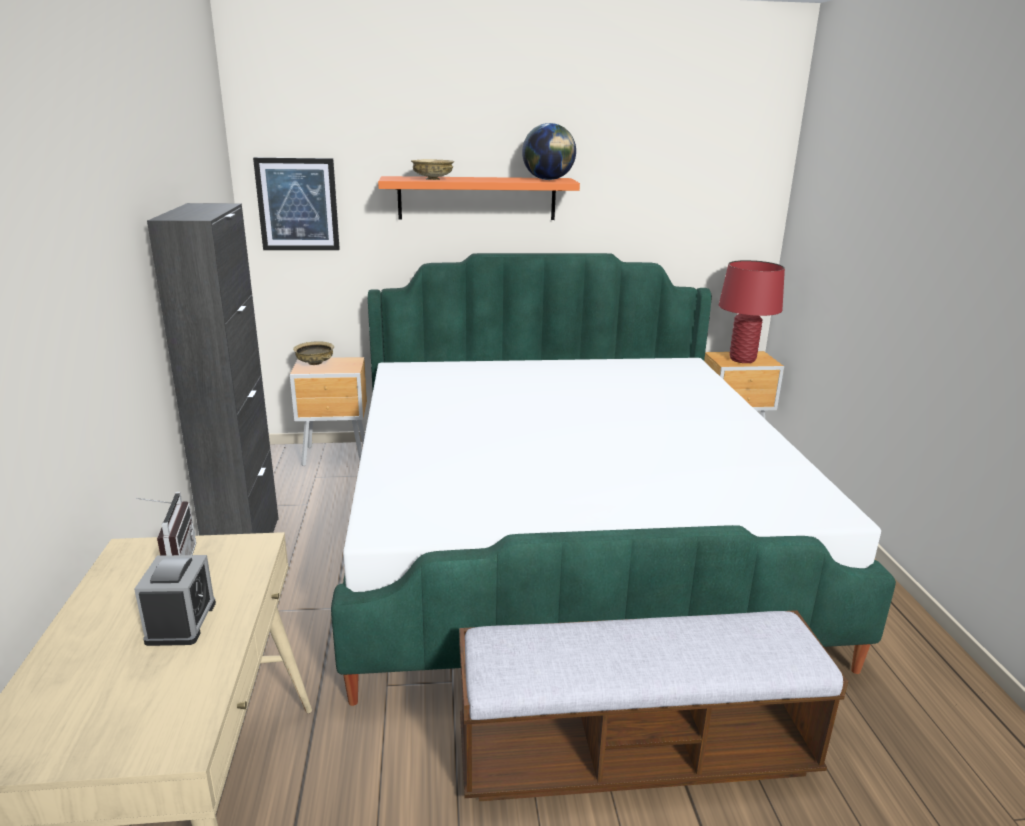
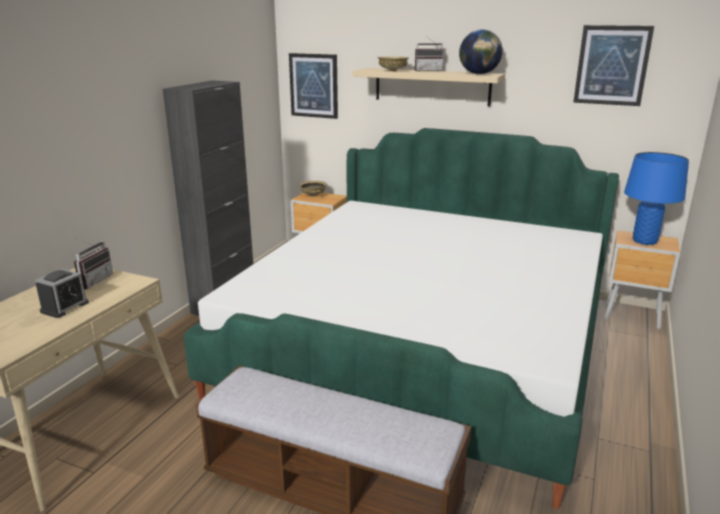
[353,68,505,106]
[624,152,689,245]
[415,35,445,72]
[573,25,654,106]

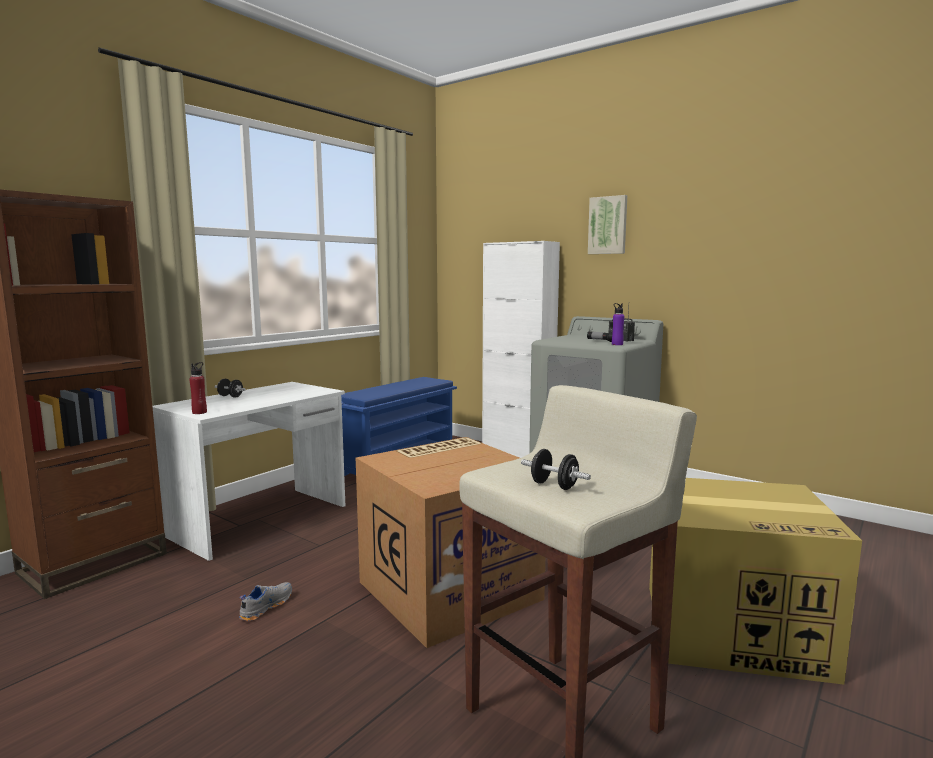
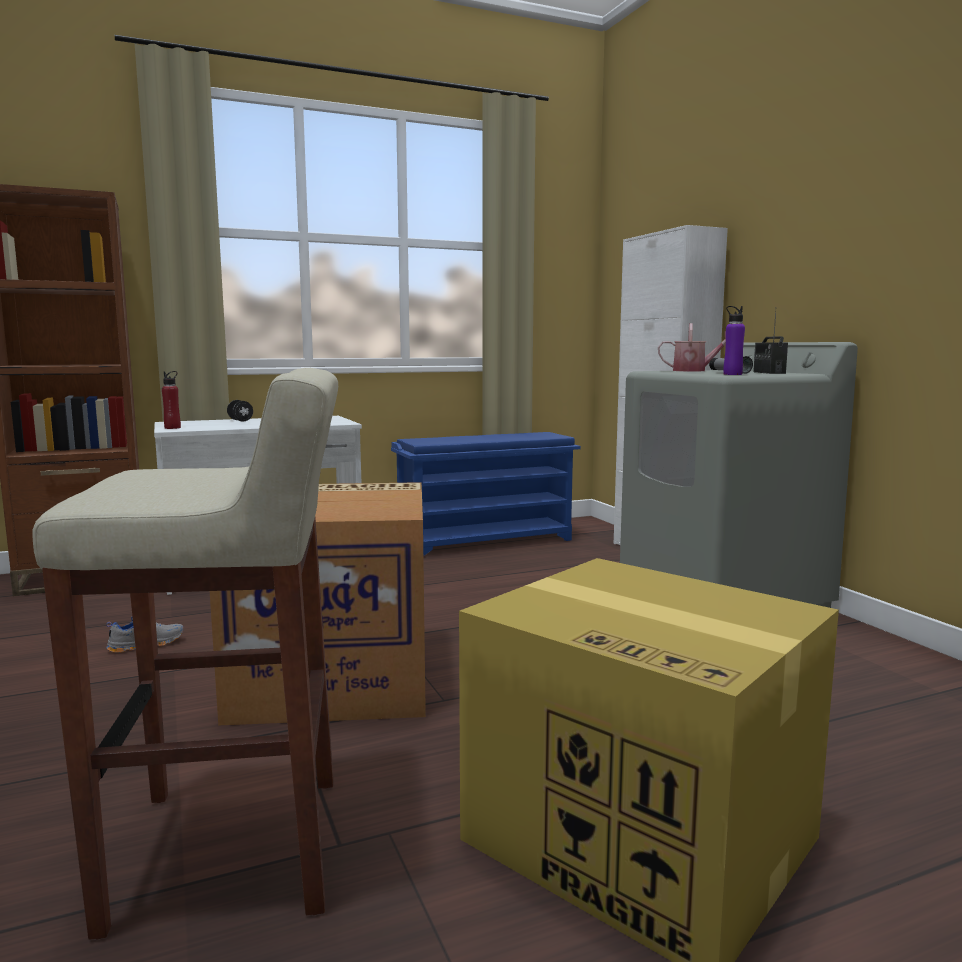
[521,449,591,490] (first image)
[588,195,627,254] (first image)
[658,323,726,371]

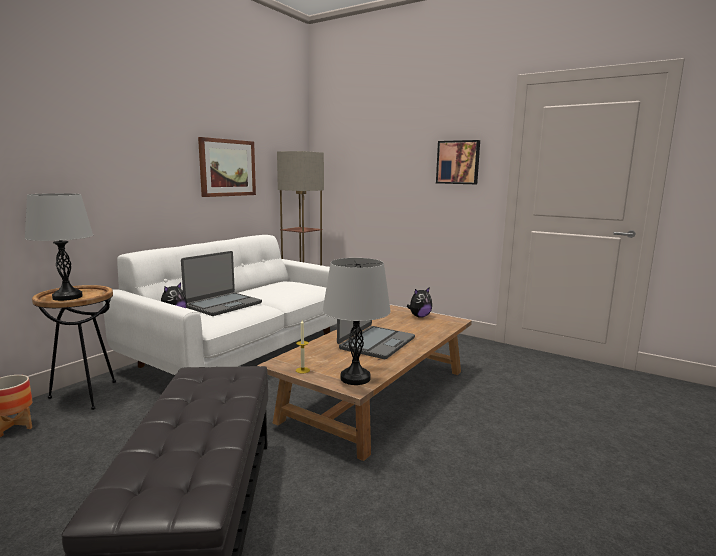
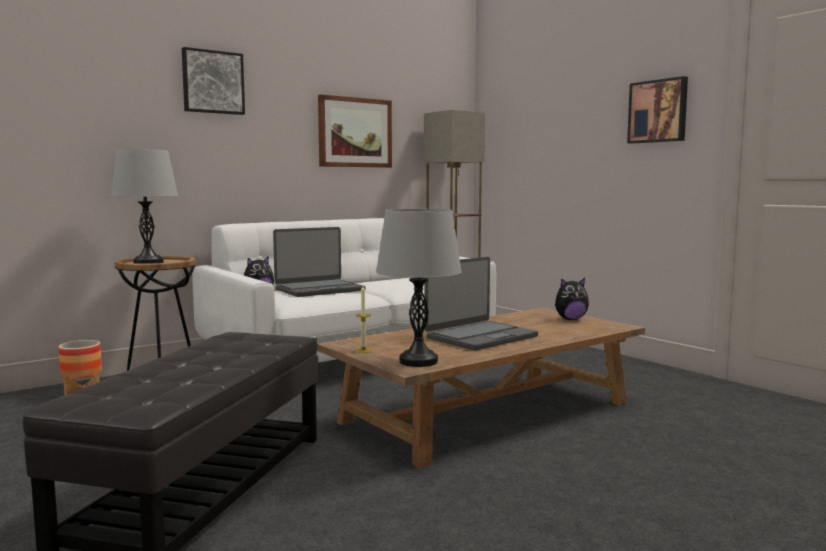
[182,47,245,115]

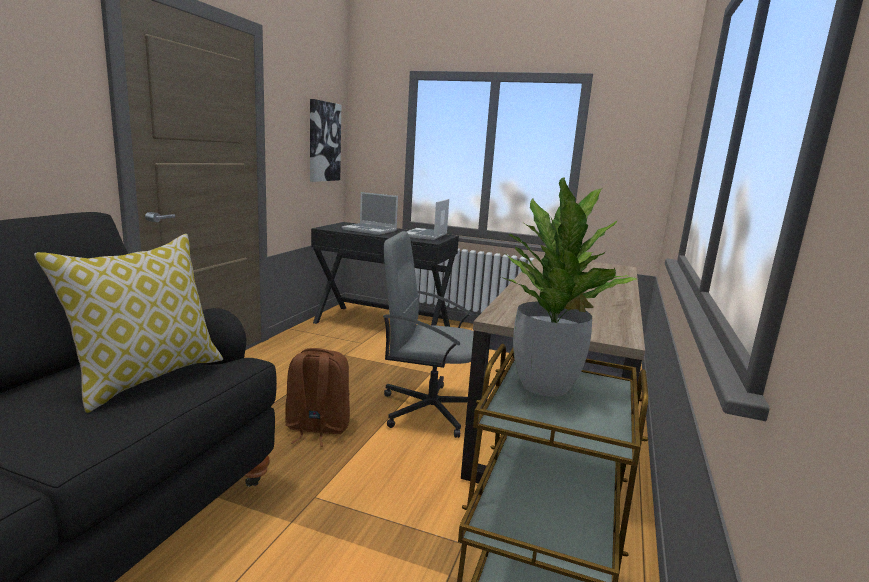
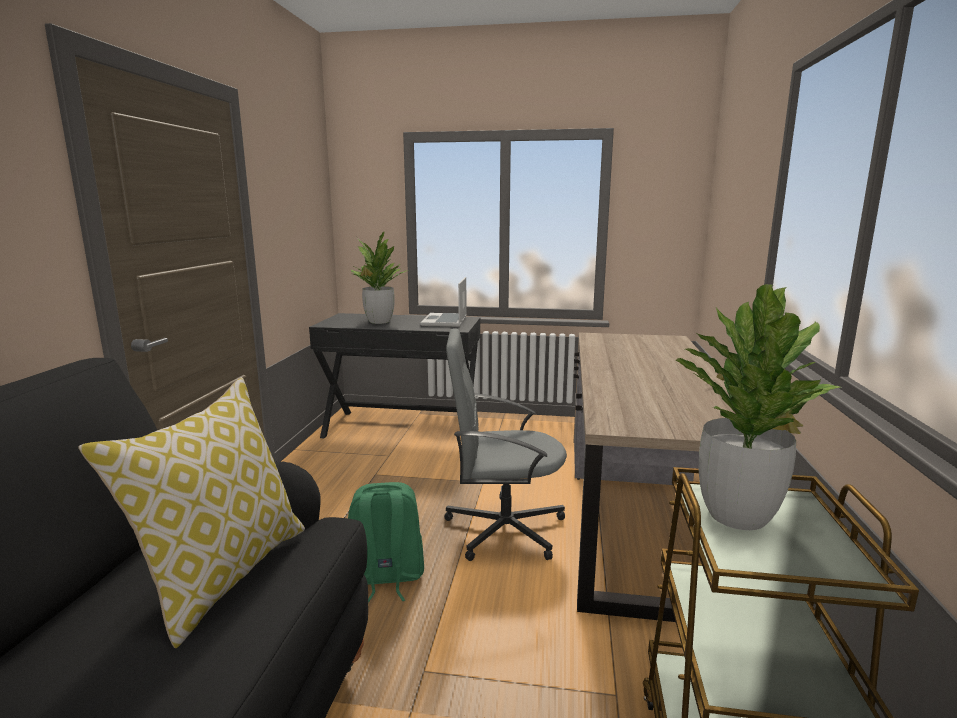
[348,482,424,603]
[310,99,341,182] (first image)
[351,231,408,324]

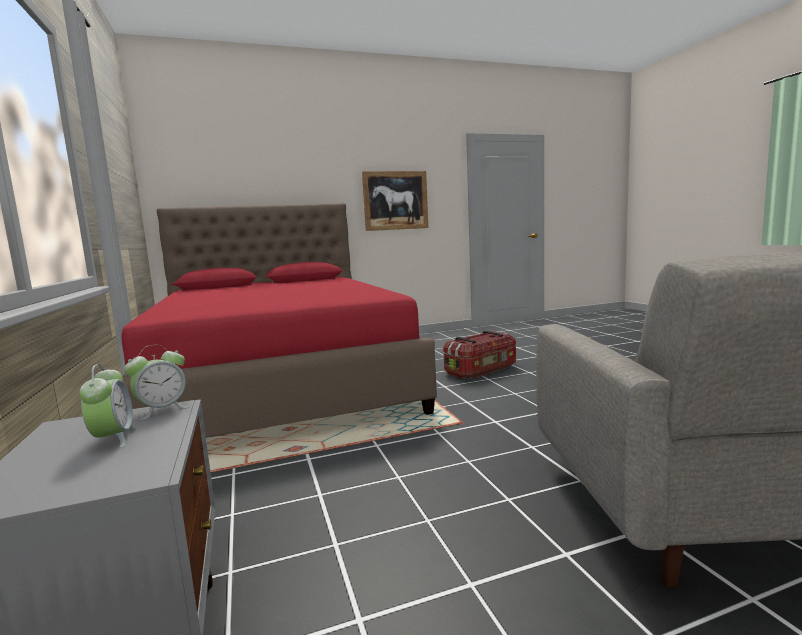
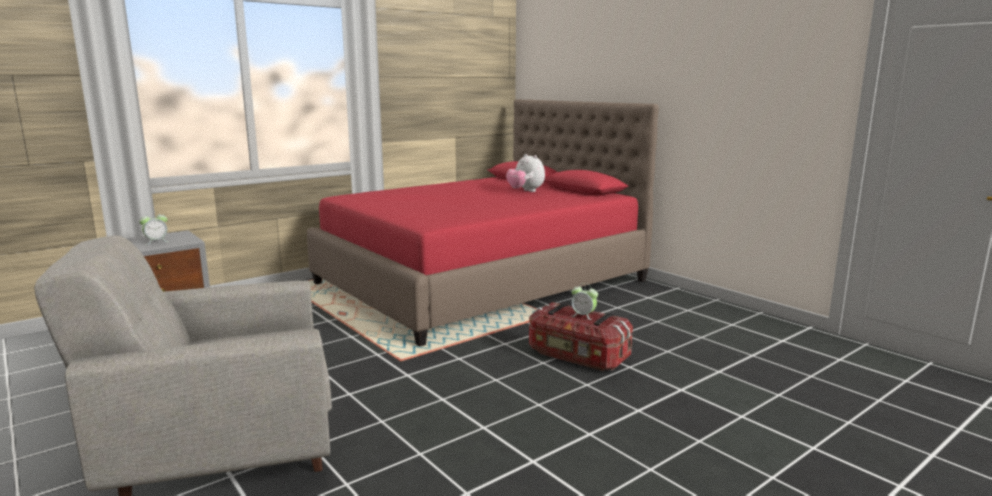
[571,283,598,320]
[362,171,428,231] (first image)
[506,154,545,192]

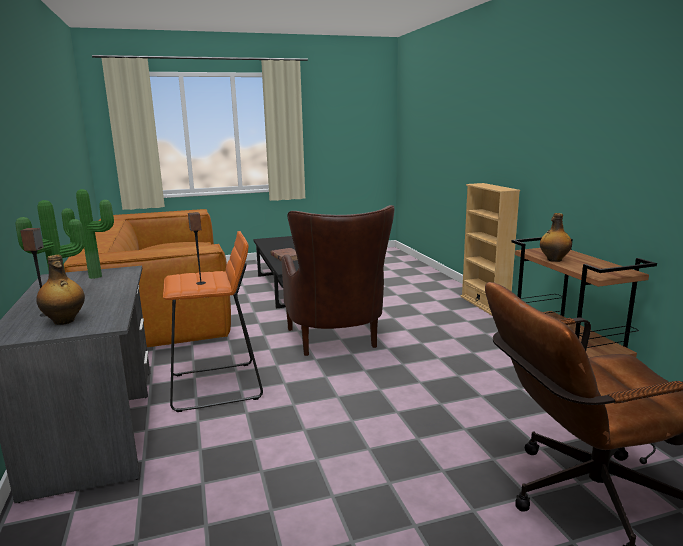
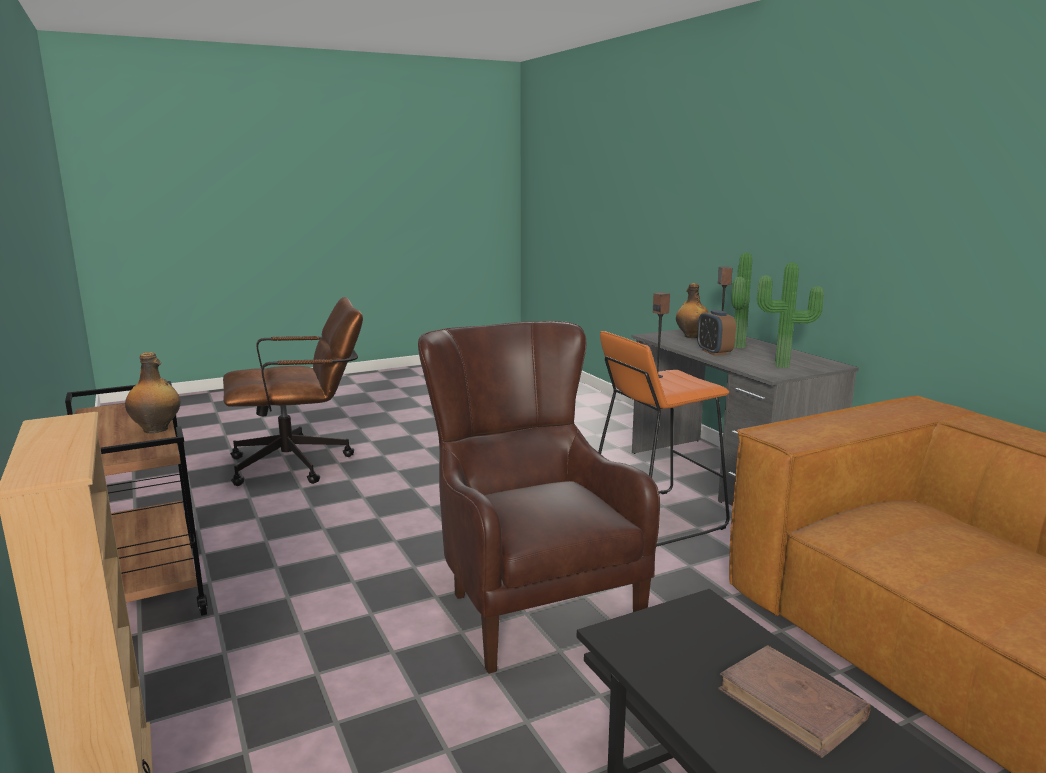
[697,310,736,356]

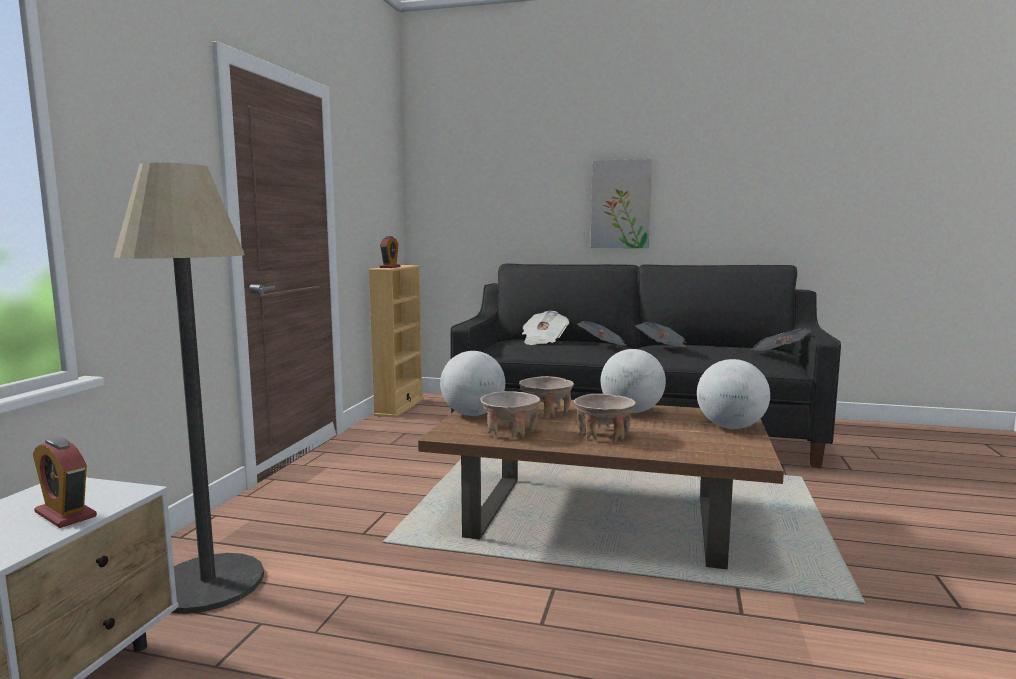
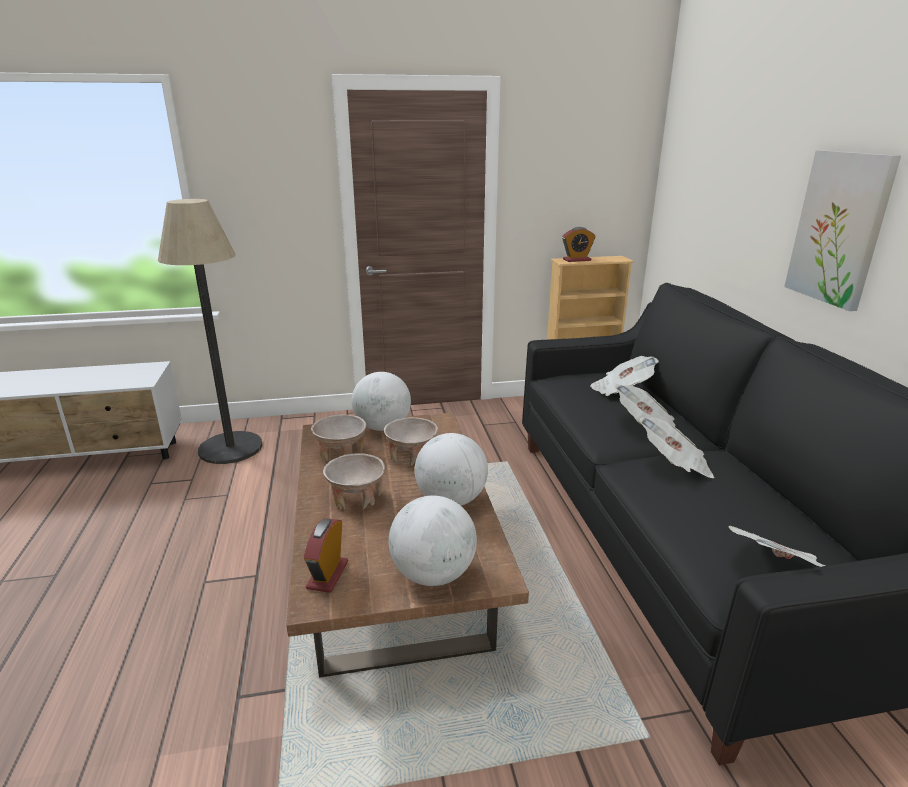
[304,518,348,593]

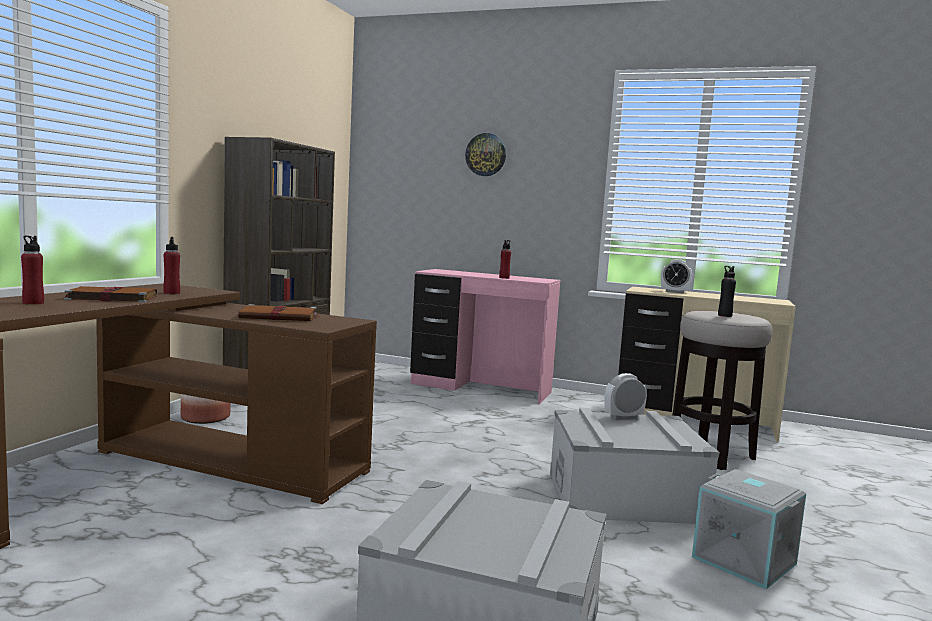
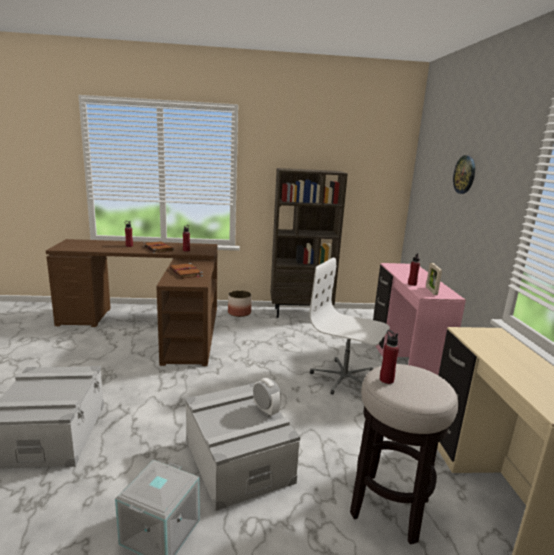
[661,259,692,294] (first image)
[380,330,399,384]
[309,257,390,395]
[426,263,442,295]

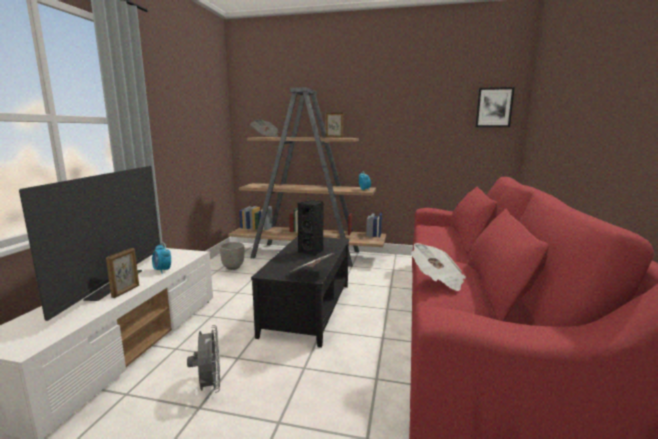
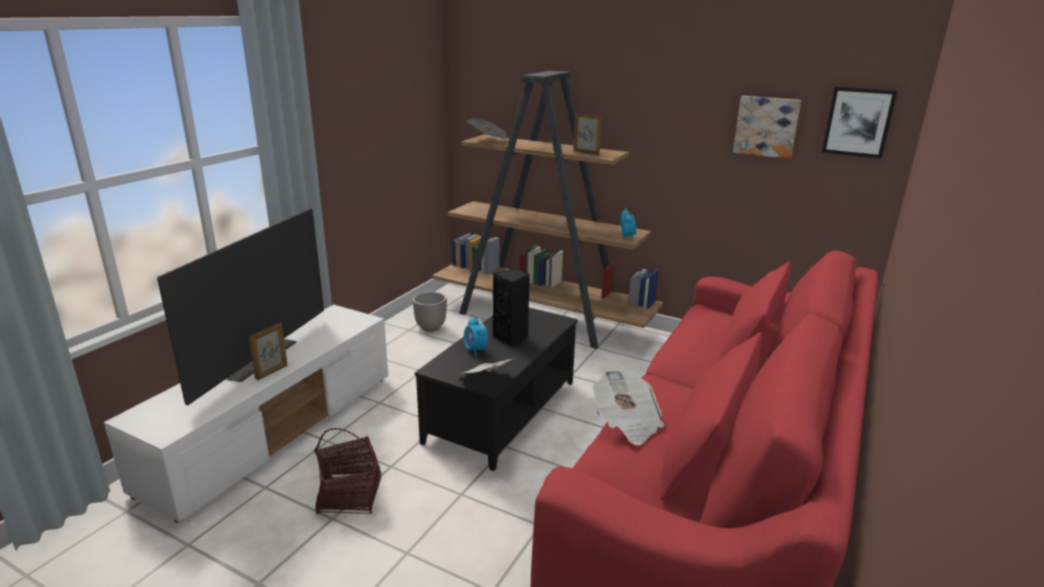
[464,316,488,356]
[314,428,381,514]
[733,96,801,159]

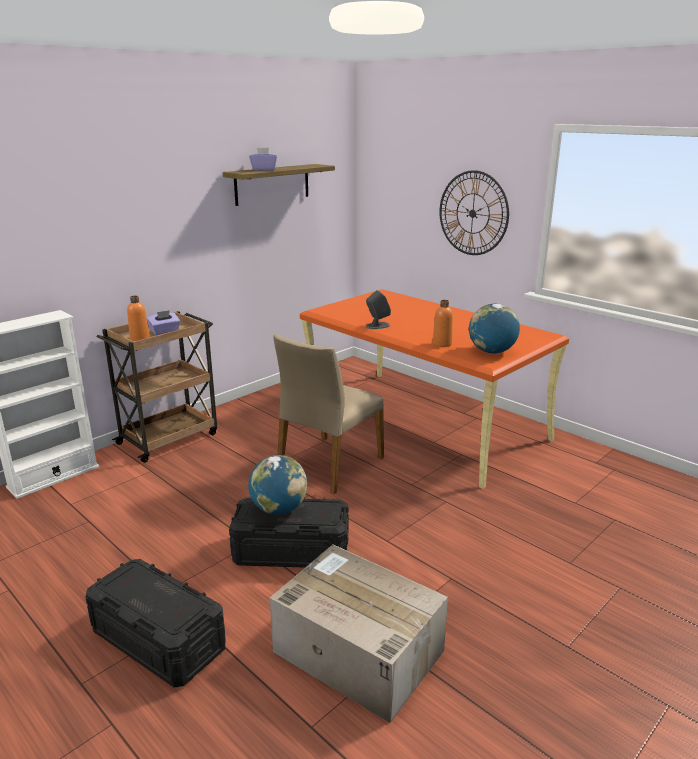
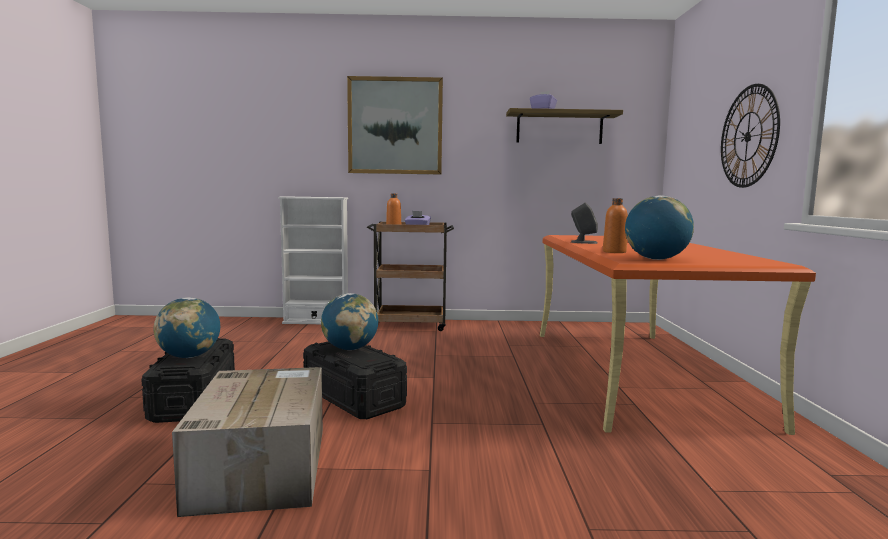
[273,334,384,494] (first image)
[154,297,220,358]
[347,76,443,174]

